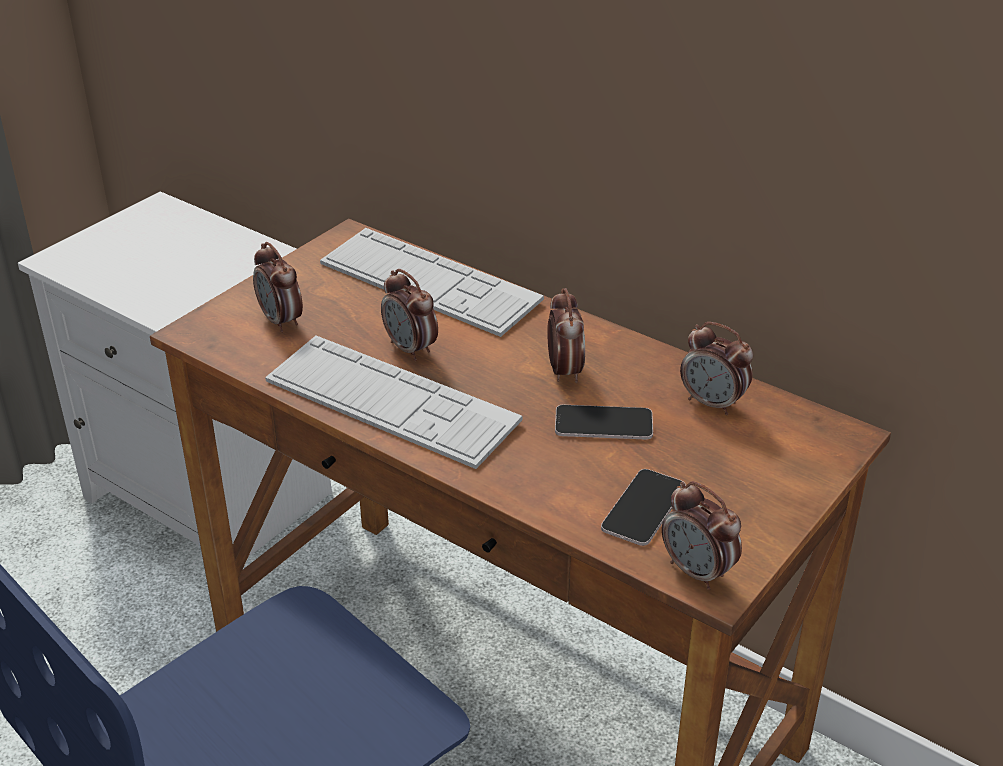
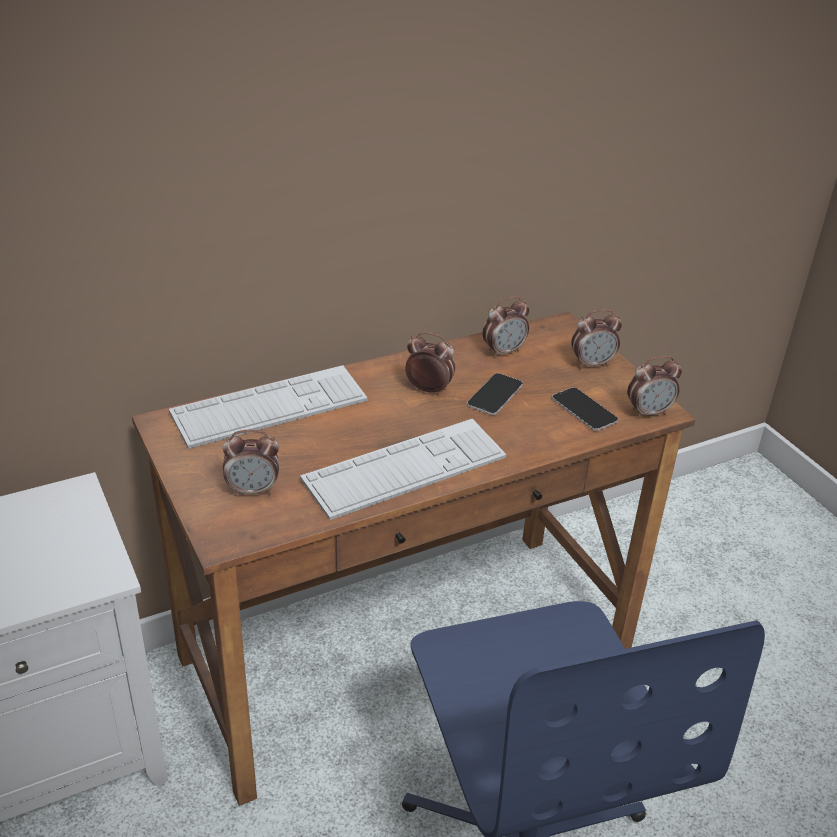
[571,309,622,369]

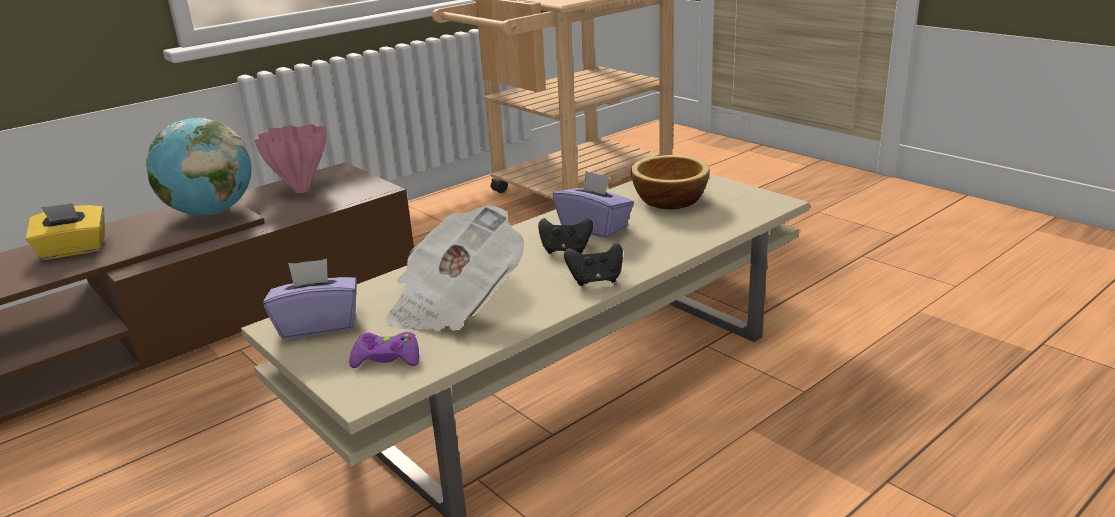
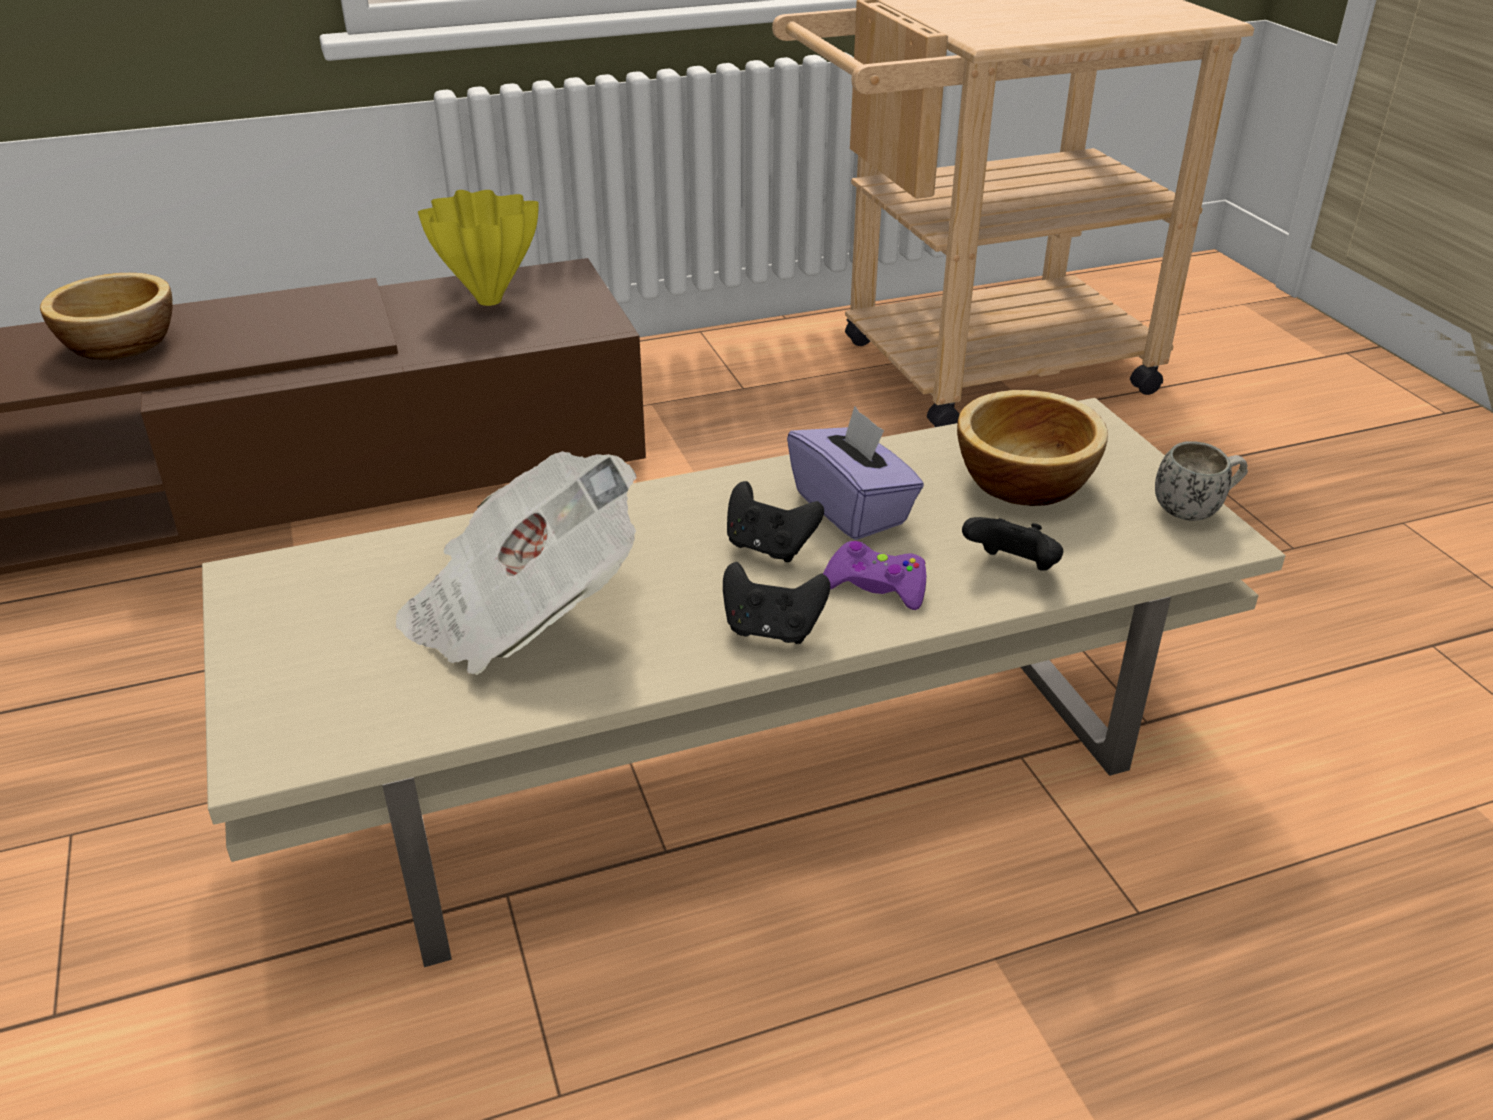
[40,273,173,360]
[146,118,251,215] (first image)
[418,190,539,306]
[263,259,357,339] (first image)
[823,541,926,610]
[962,517,1063,570]
[1155,441,1248,521]

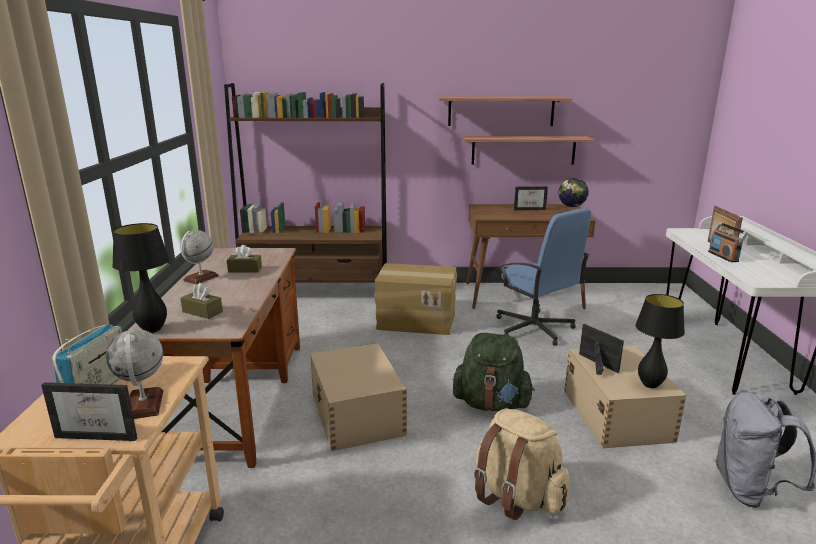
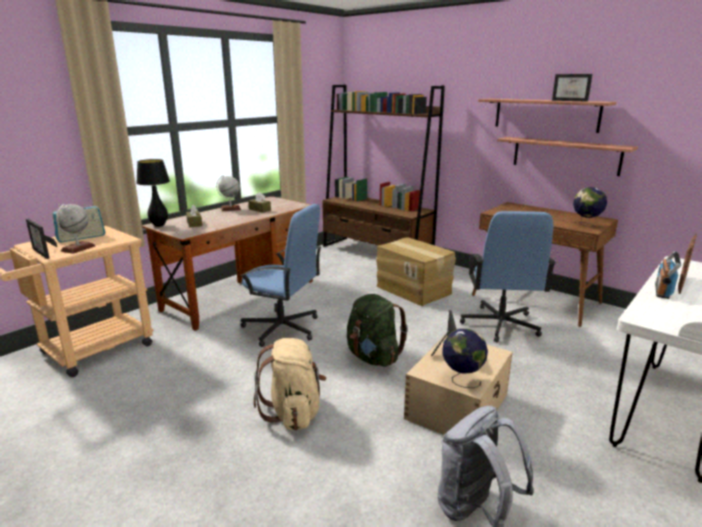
[241,204,321,347]
[552,74,592,102]
[442,329,488,388]

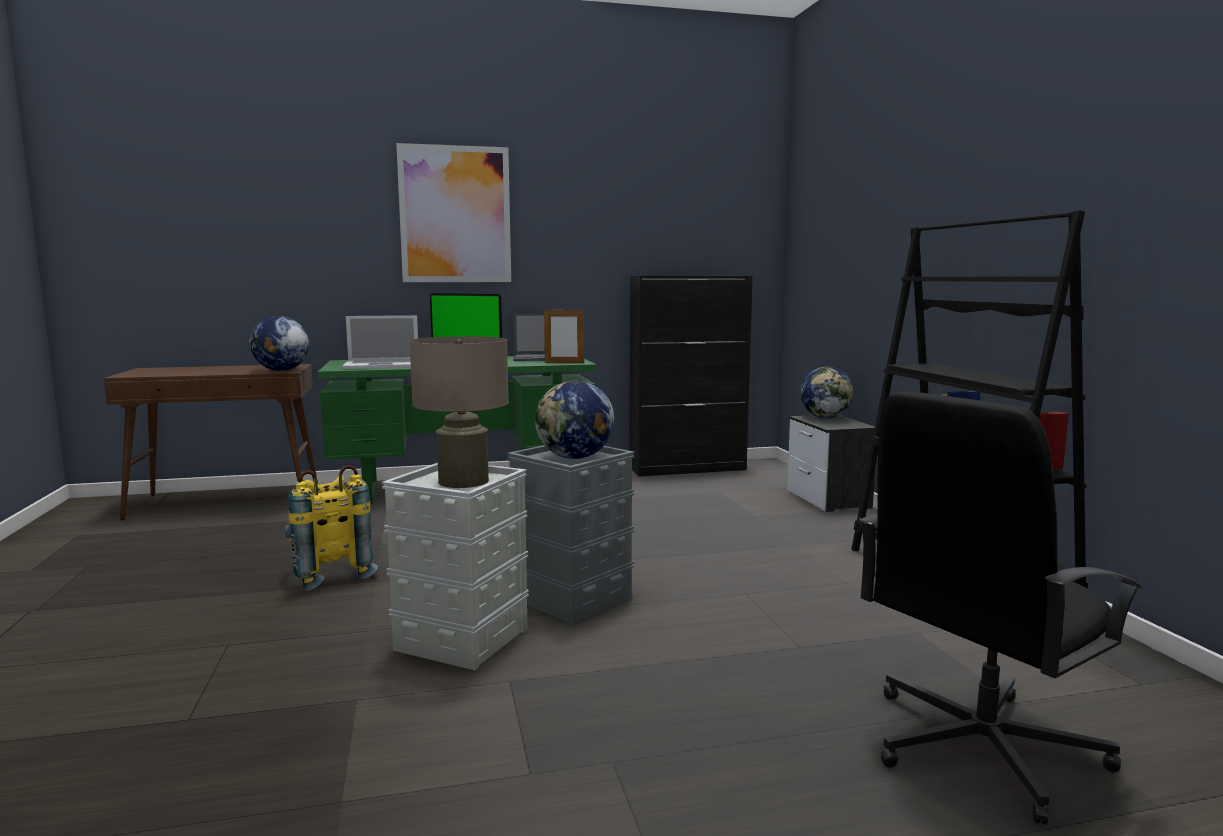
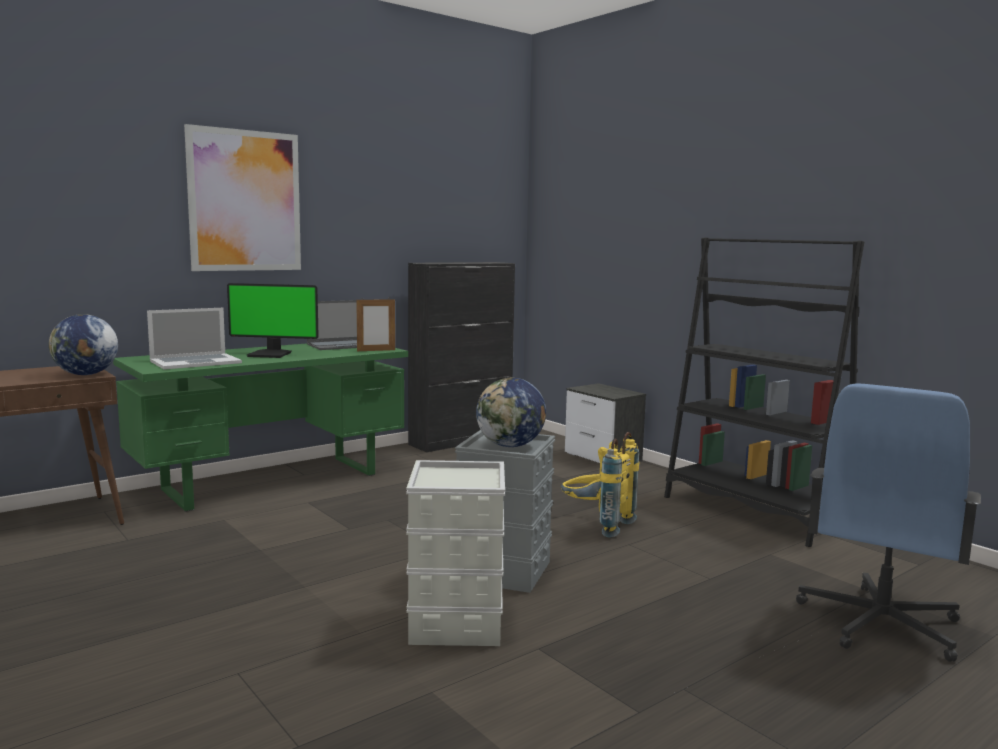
[561,432,640,538]
[409,336,509,488] (first image)
[800,367,854,418] (first image)
[796,383,981,662]

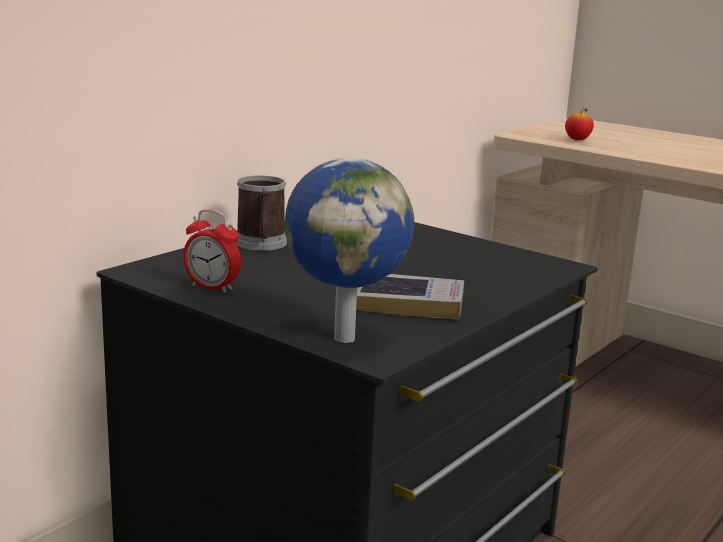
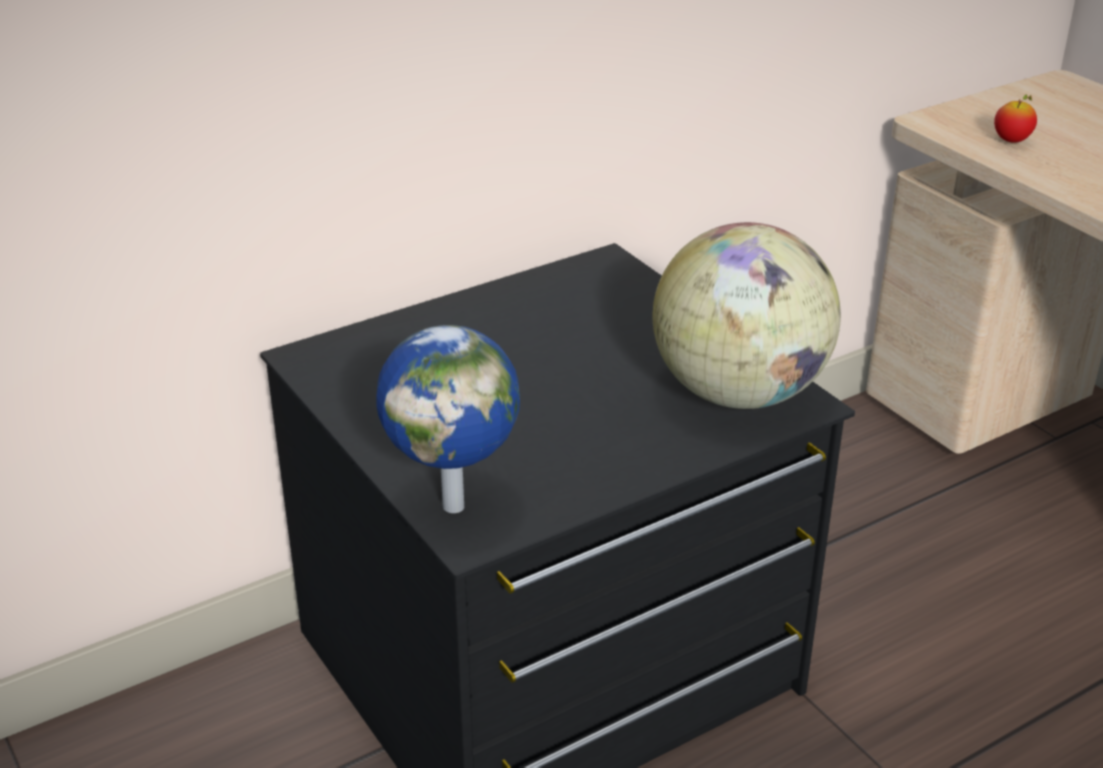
[183,209,241,293] (first image)
[236,176,287,251] (first image)
[356,274,464,319] (first image)
[653,222,841,409]

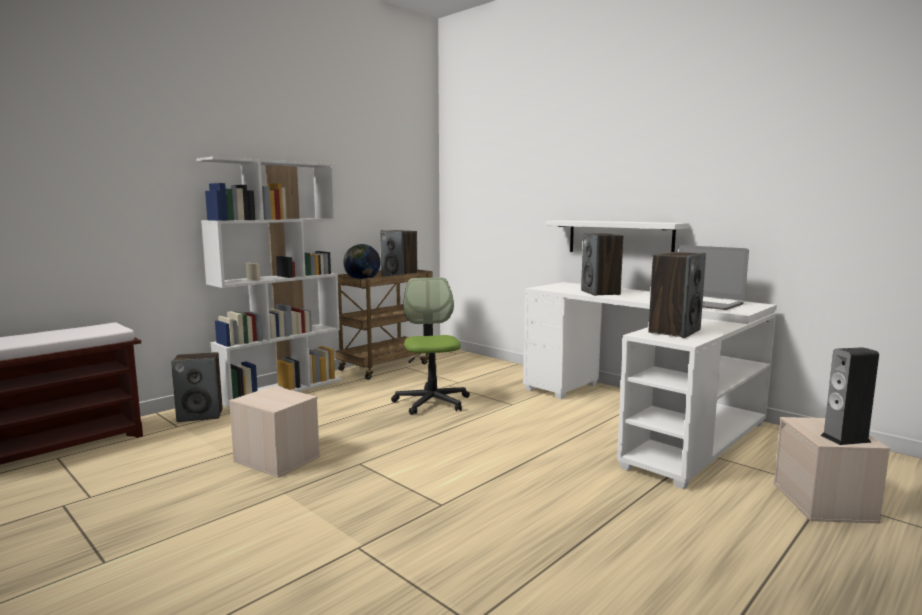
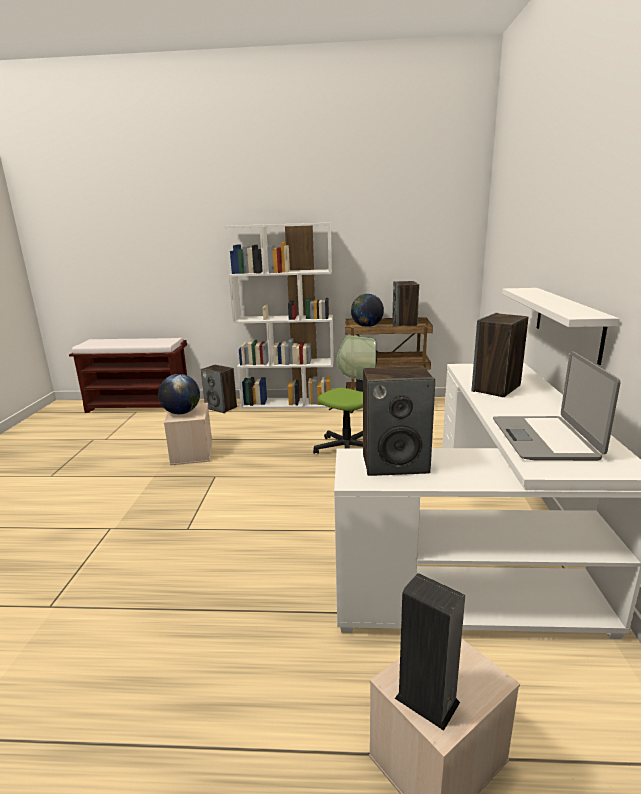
[158,374,200,414]

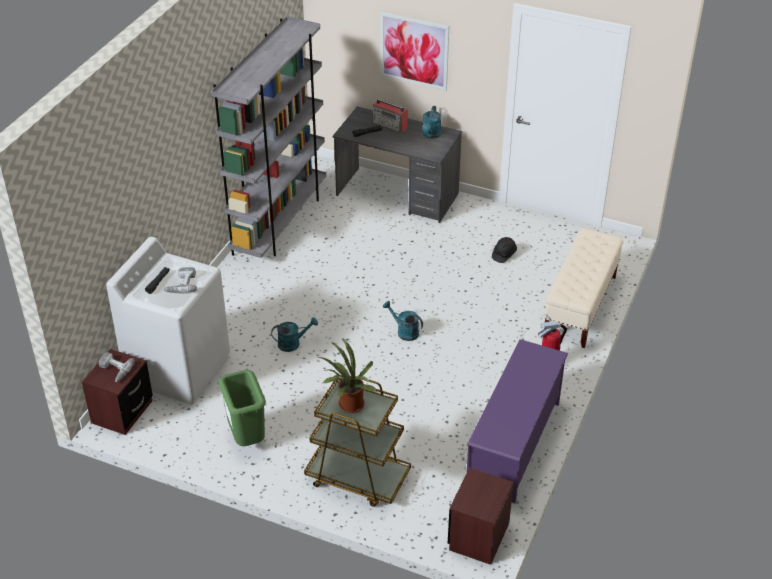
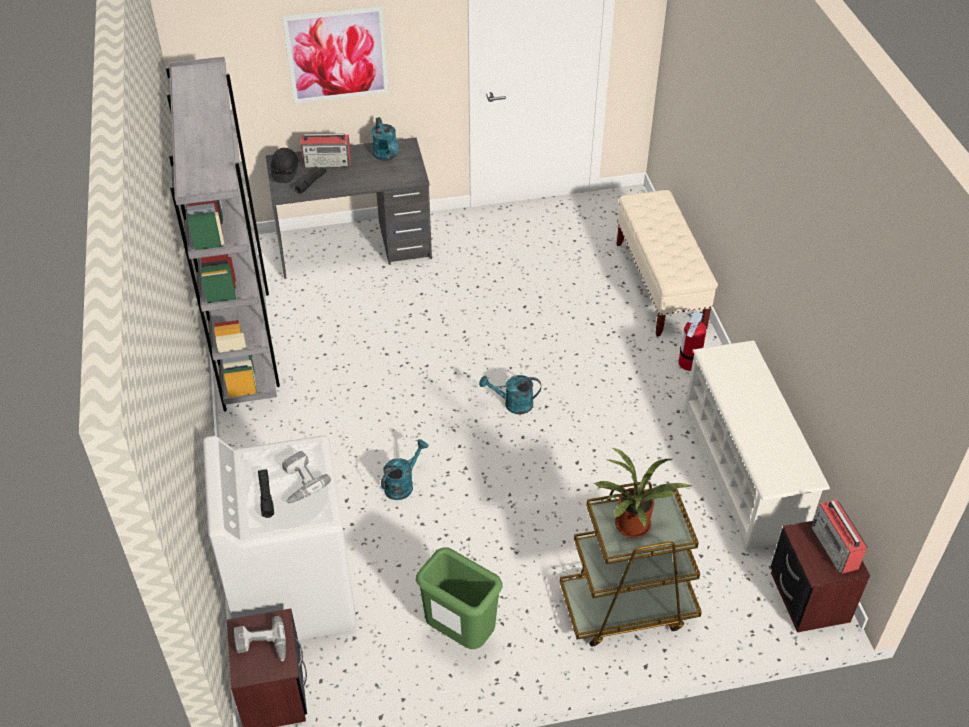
[684,340,830,552]
[270,148,299,183]
[811,500,867,574]

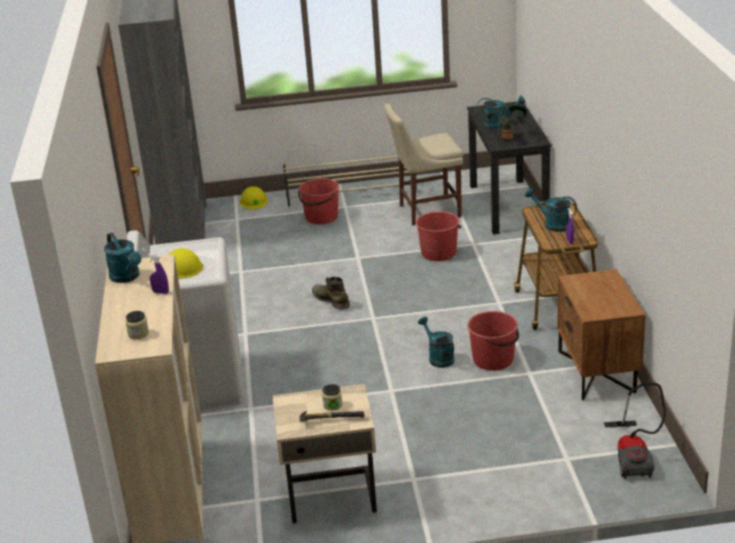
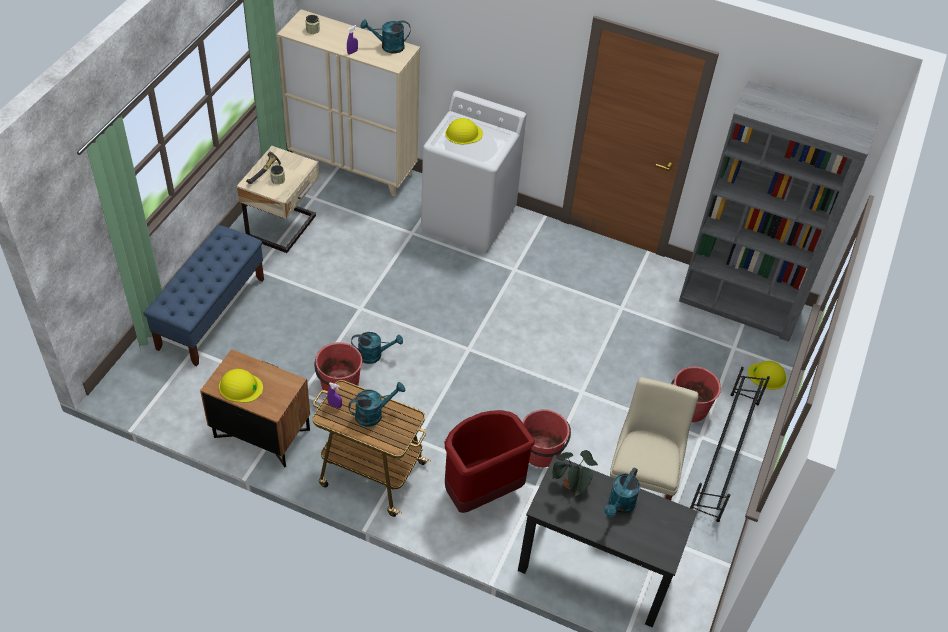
[690,367,770,522]
[312,276,350,310] (first image)
[604,382,666,479] (first image)
[144,225,264,366]
[219,369,263,403]
[444,410,535,513]

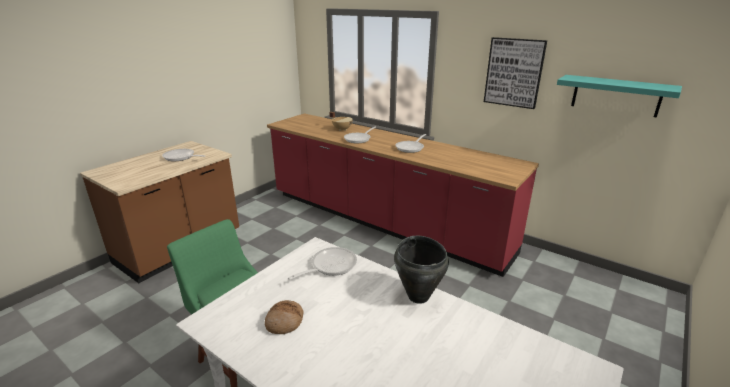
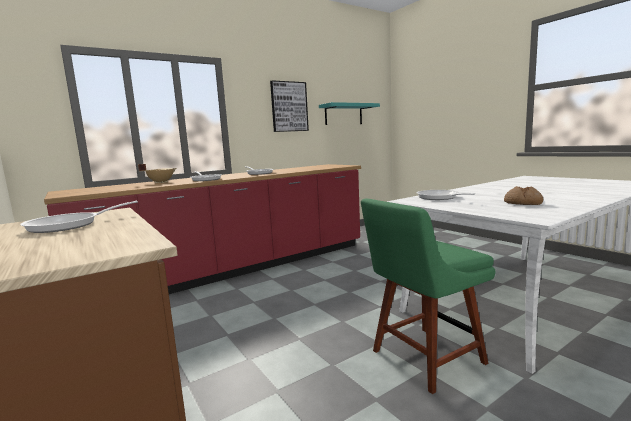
[394,236,449,304] (first image)

